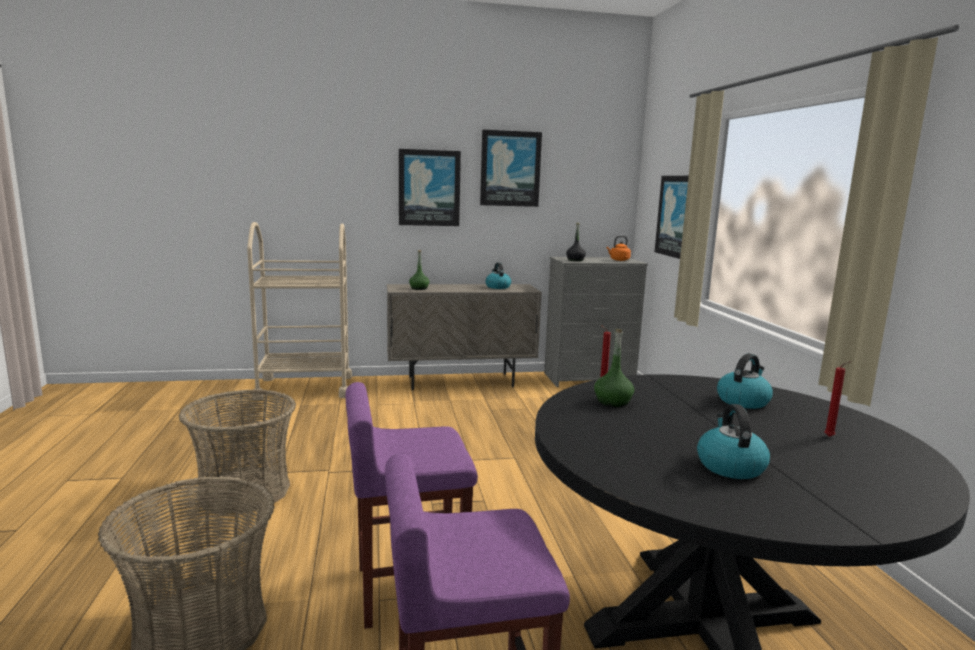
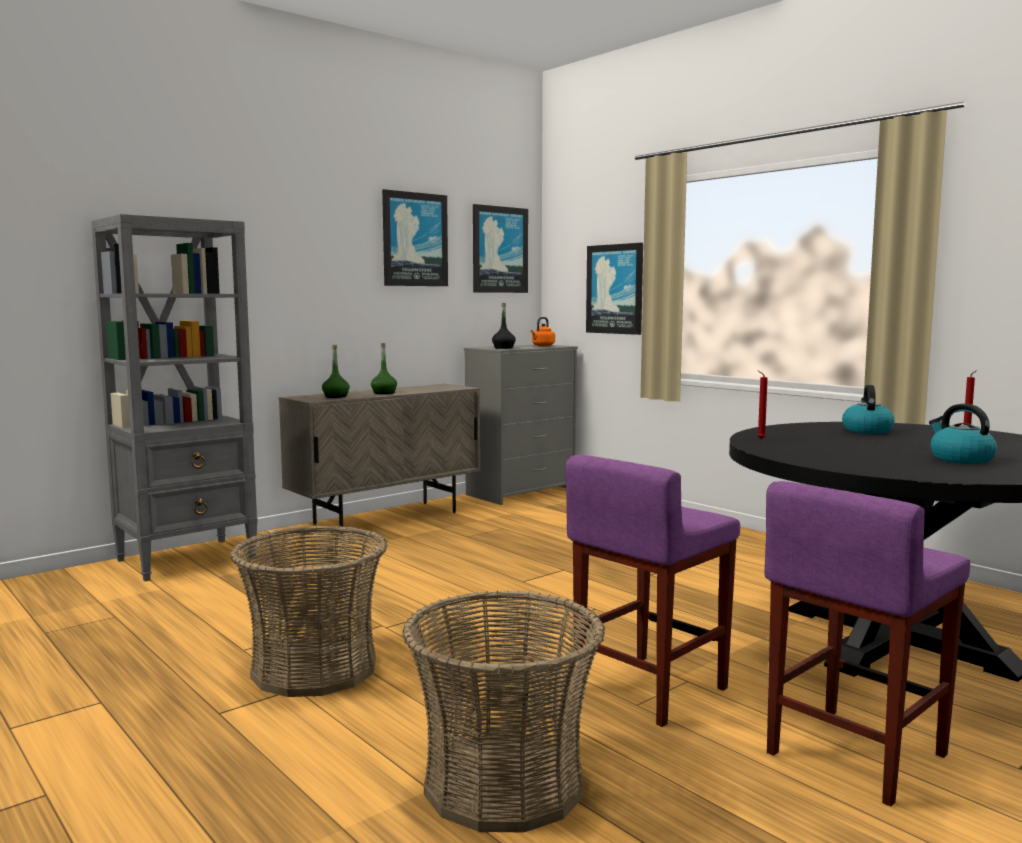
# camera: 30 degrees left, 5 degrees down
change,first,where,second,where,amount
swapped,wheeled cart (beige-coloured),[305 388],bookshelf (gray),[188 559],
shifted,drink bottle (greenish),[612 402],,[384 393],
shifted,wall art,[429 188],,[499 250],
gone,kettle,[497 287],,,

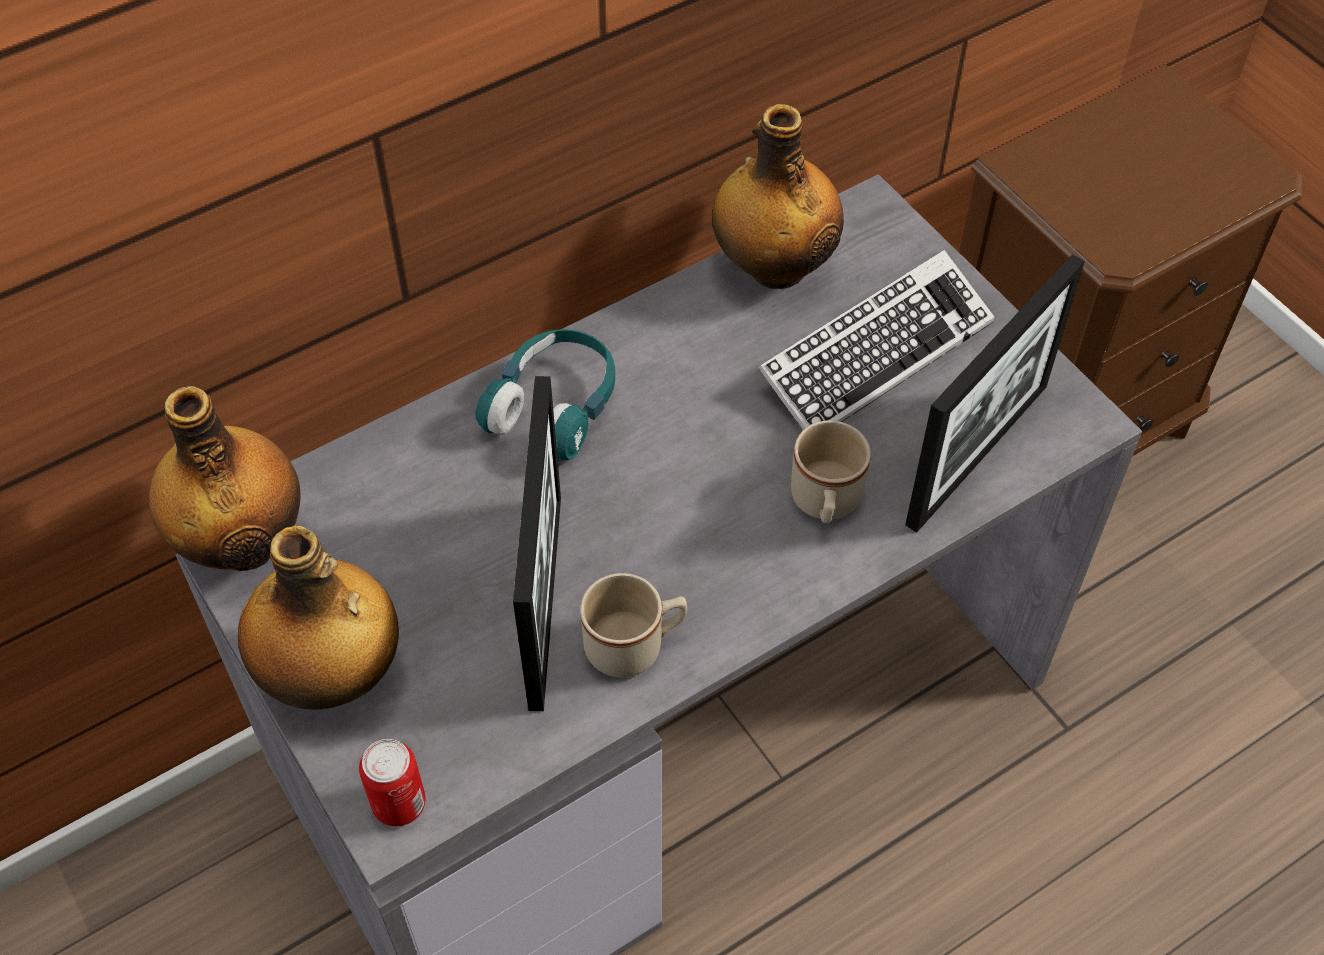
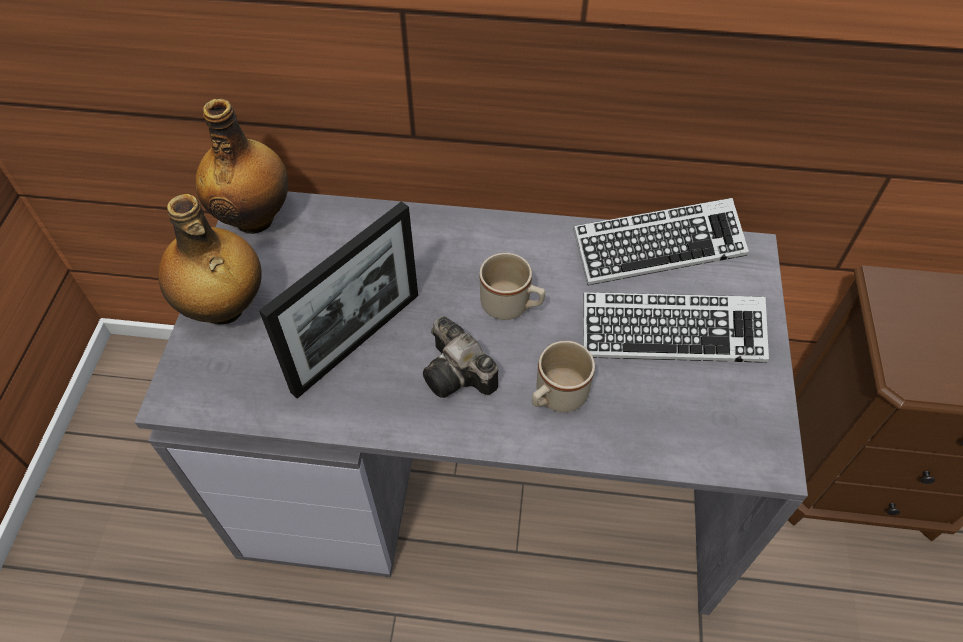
# camera: 40 degrees right, 0 degrees up
change,first,where,second,where,amount
new,,,photo camera,[459 375],
shifted,mug (beige-coloured),[635 645],,[511 306],
swapped,drink bottle,[773 267],PC keyboard,[658 248],
gone,metal can,[399 804],,,
gone,pair of headphones (blue-green),[554 407],,,
gone,picture frame,[977 454],,,

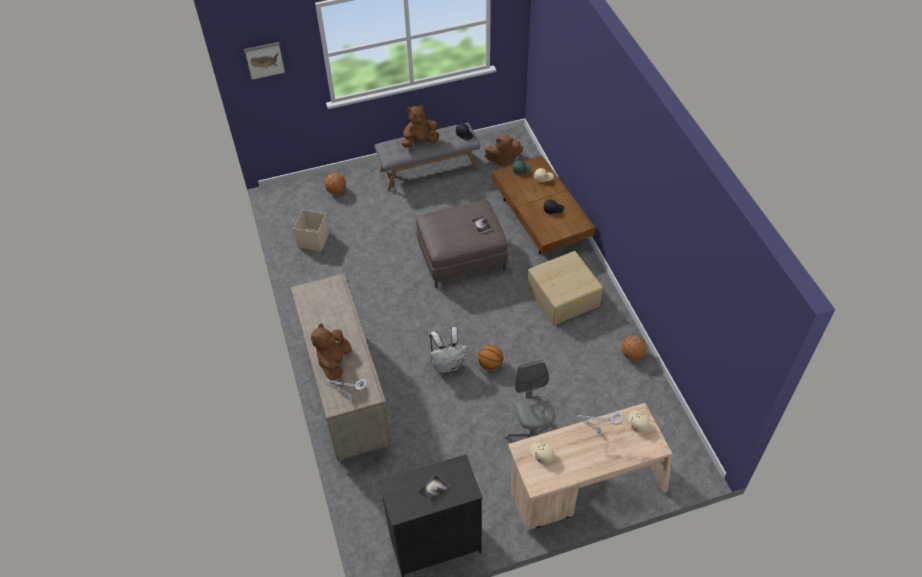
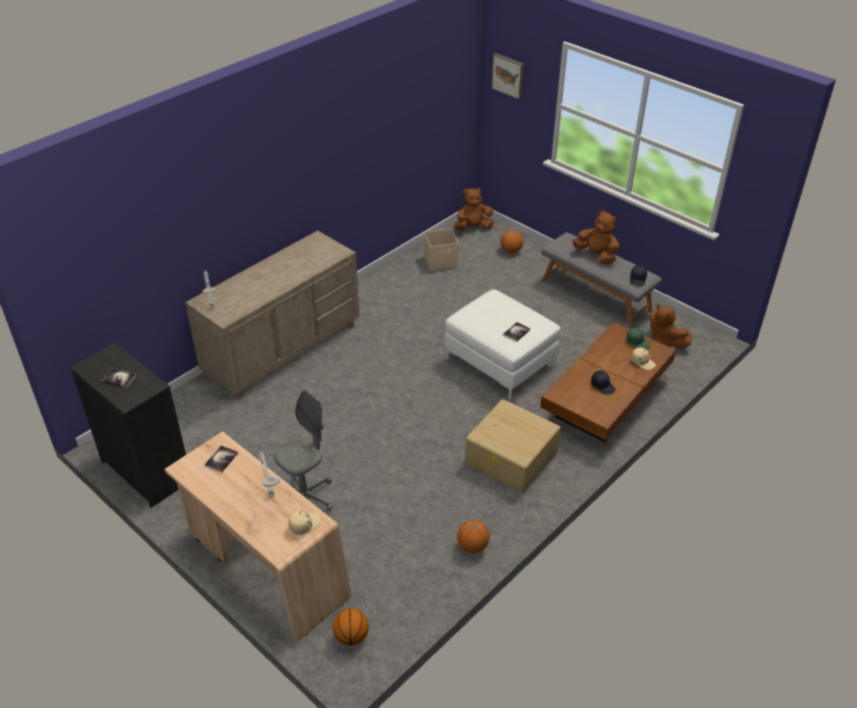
# camera: 60 degrees right, 10 degrees down
change,first,where,second,where,amount
swapped,peaked cap (beige-coloured),[541 454],book,[221 459],
shifted,ball for basketball,[490 364],,[351 637],
repainted,pouffe (brown),[461 257],pouffe (white-coloured),[500 361],
shifted,cuddly toy (brown),[334 362],,[473 227],
gone,knapsack (white-coloured),[447 364],,,

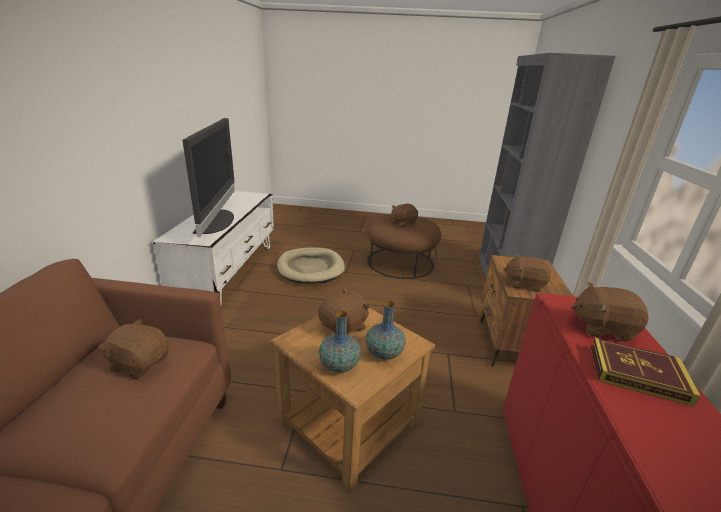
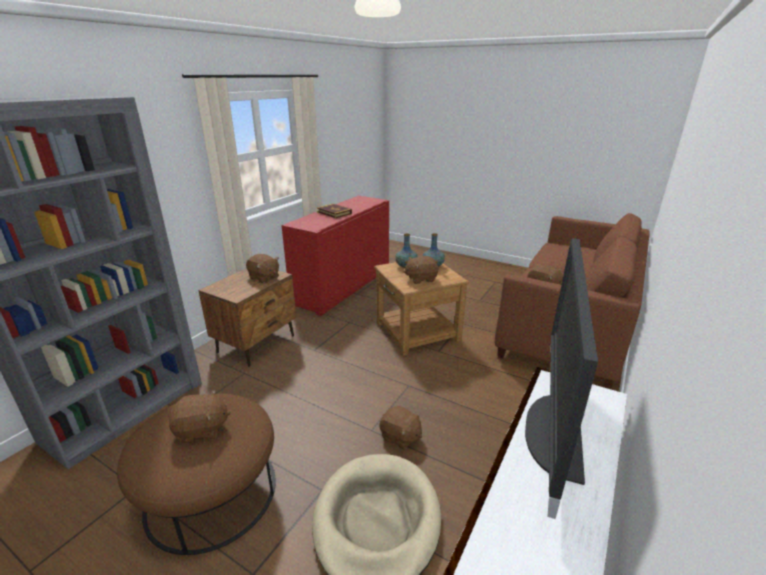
# camera: 155 degrees left, 0 degrees up
change,first,where,second,where,amount
shifted,cuddly toy (brown),[602 328],,[400 437],

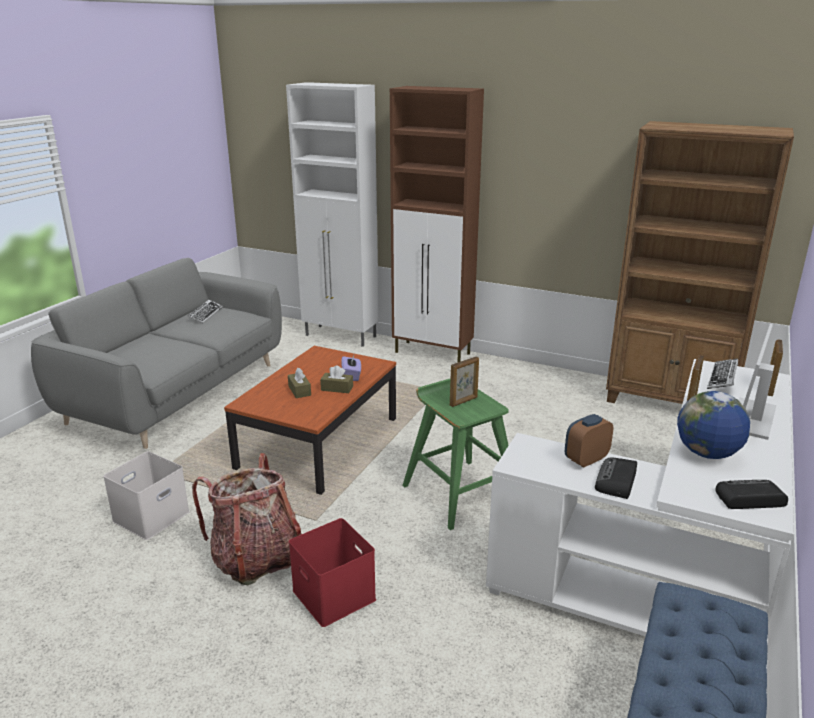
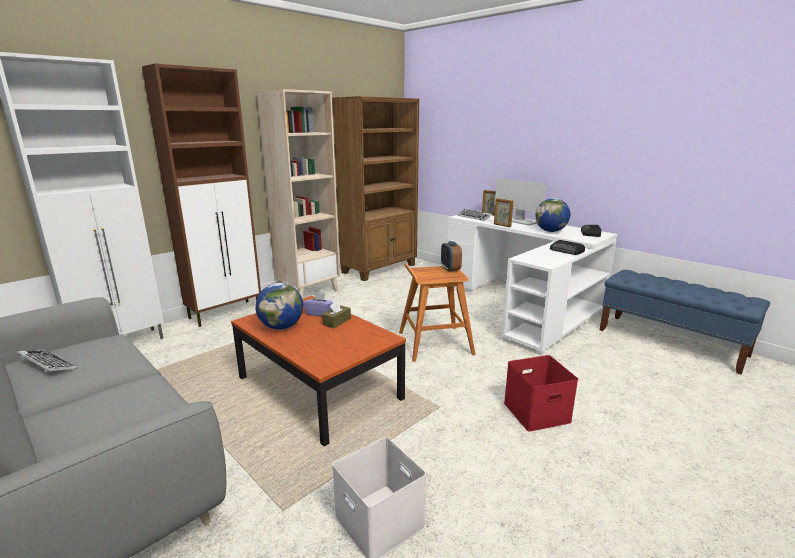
# camera: 70 degrees left, 5 degrees down
change,first,where,second,where,amount
new,,,bookshelf (beige-coloured),[308 291],
new,,,globe,[281 327],
repainted,sitting stool (greenish),[459 492],sitting stool (brown),[434 343],
shifted,bedside clock,[586 459],,[450 269],
gone,knapsack,[256 558],,,
gone,box of tissues (brown),[299 390],,,
gone,picture frame,[464 401],,,

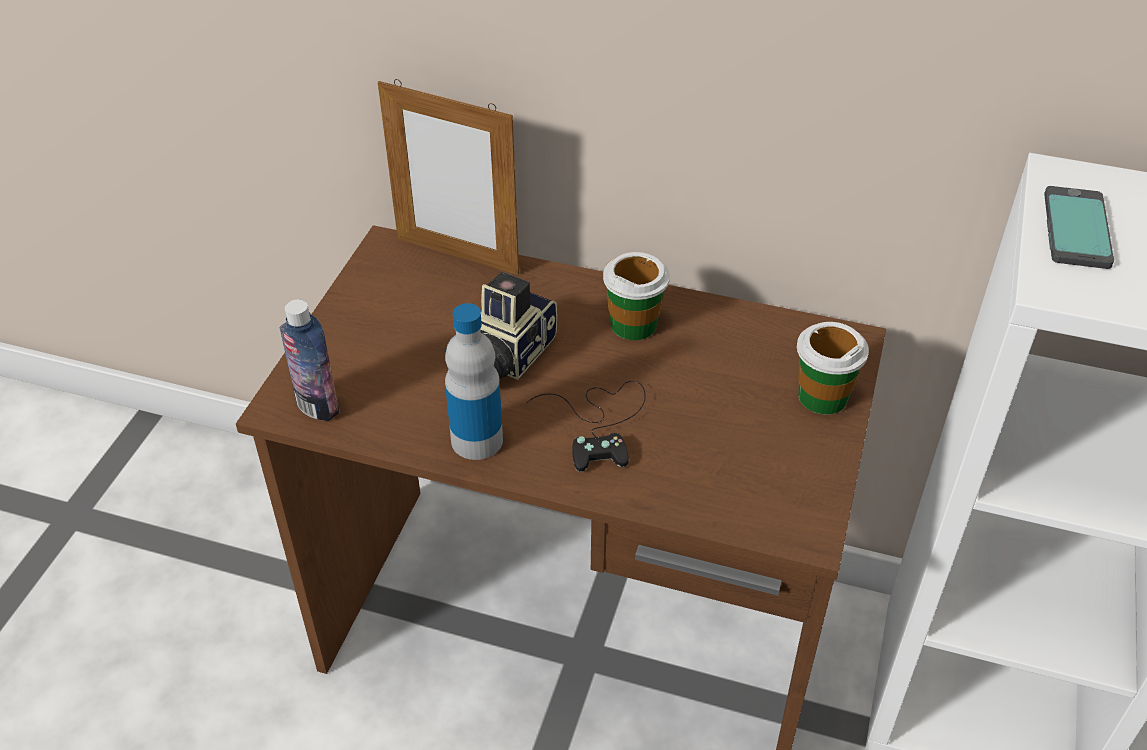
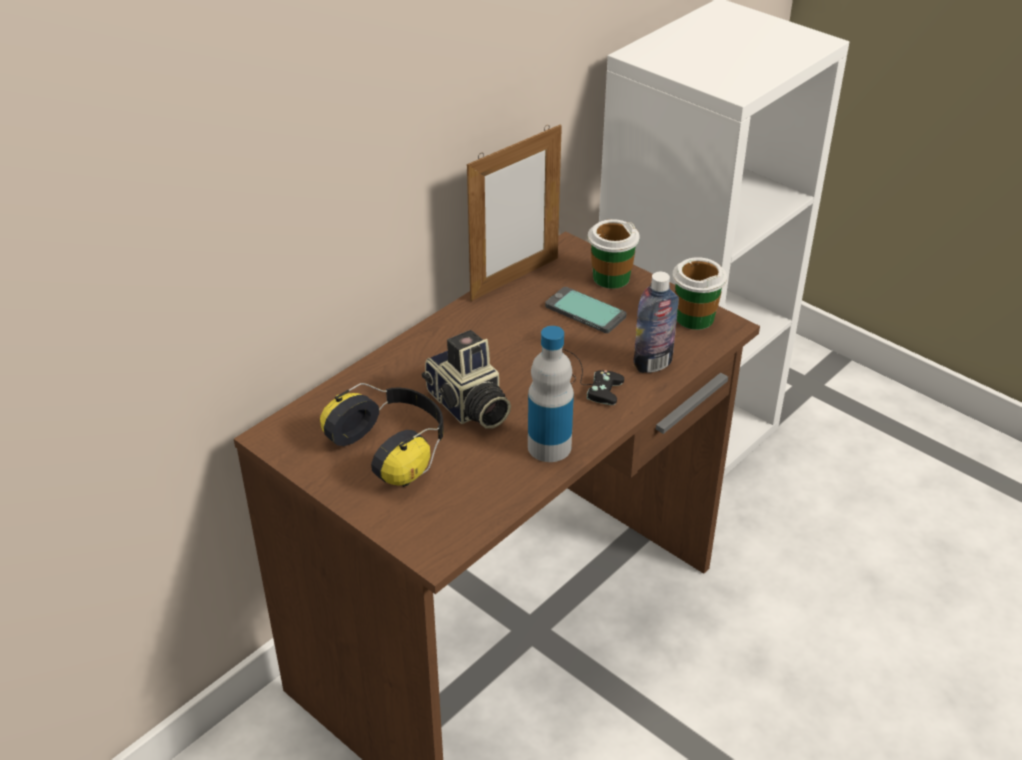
# camera: 65 degrees left, 5 degrees down
change,first,where,second,where,amount
new,,,pair of headphones,[393 448],
shifted,picture frame,[457 255],,[514 278],
shifted,telephone,[1075 229],,[585 312],
shifted,drink bottle,[317 406],,[652 364],
shifted,drinking cup,[634 324],,[694 317],

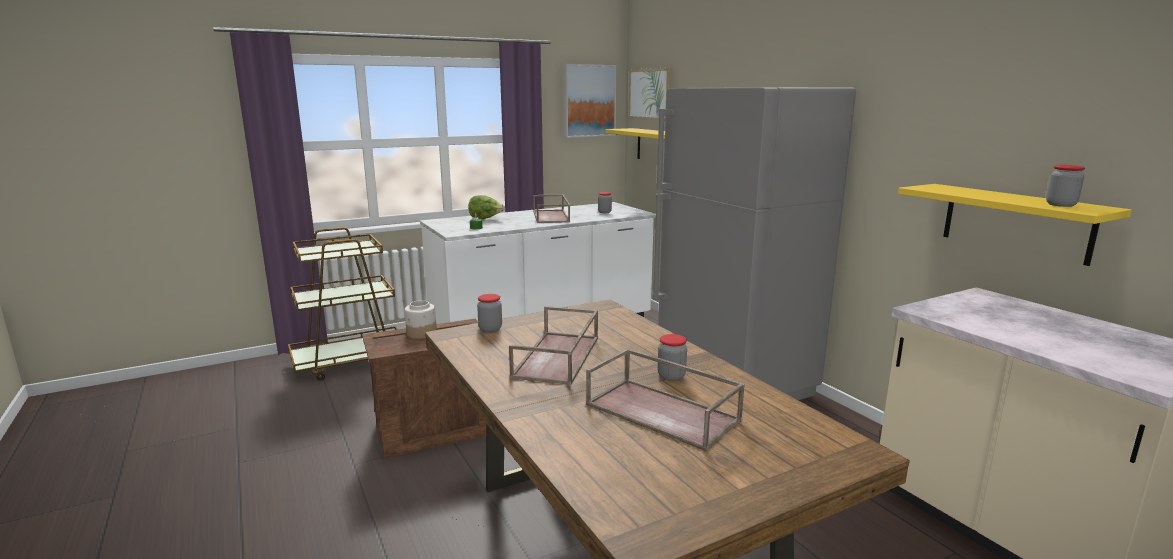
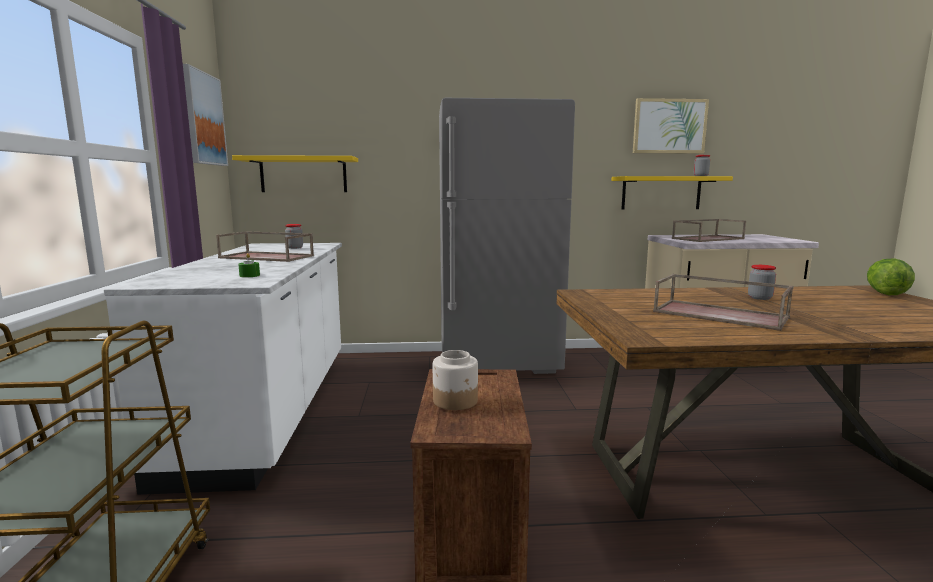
# camera: 65 degrees left, 5 degrees down
change,first,where,second,where,amount
shifted,wall art,[650 94],,[669 126],
shifted,tray (brown),[664 412],,[707 238],
shifted,head of lettuce,[485 219],,[885 293],
gone,storage jar,[490 329],,,

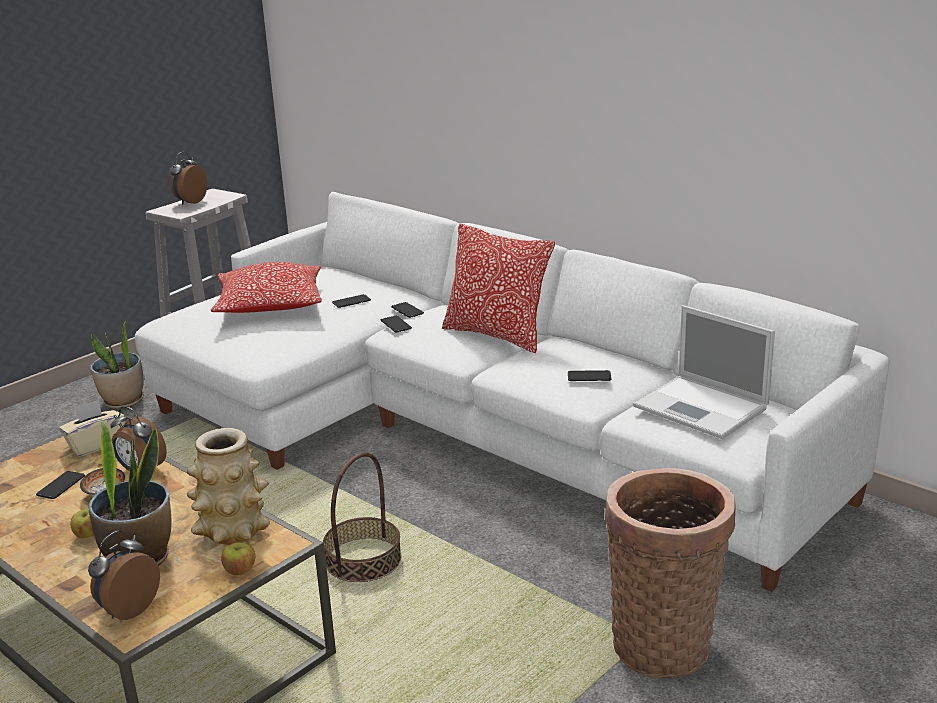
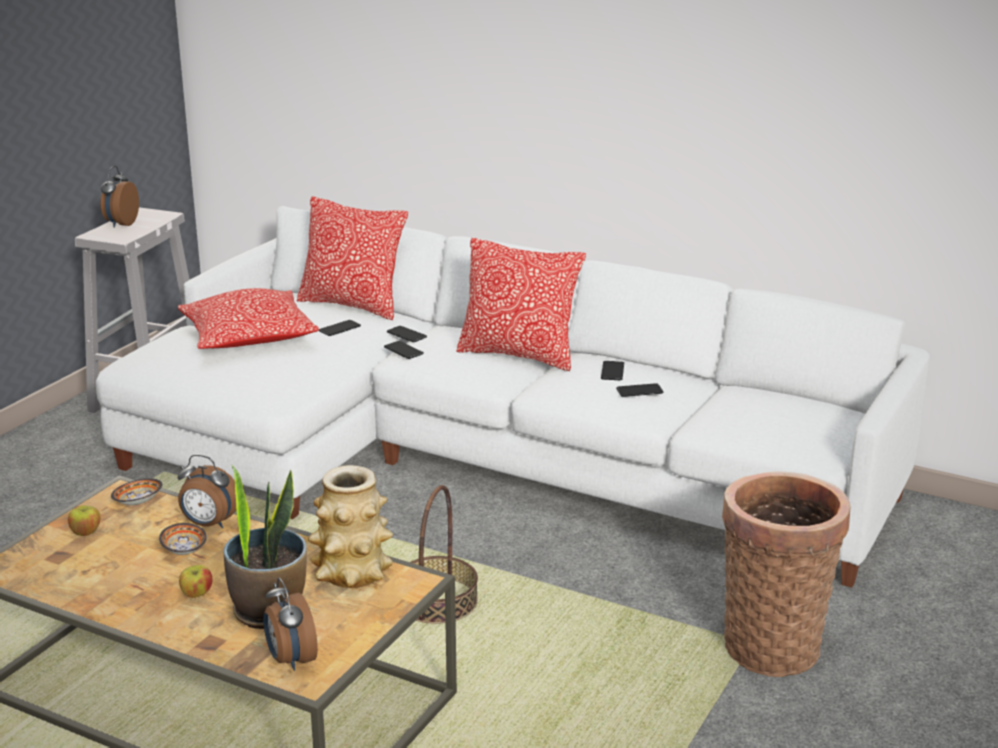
# camera: 15 degrees left, 0 degrees up
change,first,where,second,where,amount
shifted,apple,[240 571],,[85 532],
swapped,box of tissues (beige-coloured),[96 445],serving bowl,[138 502],
rotated,bedside clock,[128 609],,[290 660],45 degrees counterclockwise
new,,,cushion,[352 305],
shifted,telephone,[61 486],,[612 371],
gone,potted plant,[123 402],,,
gone,notebook computer,[703 408],,,

